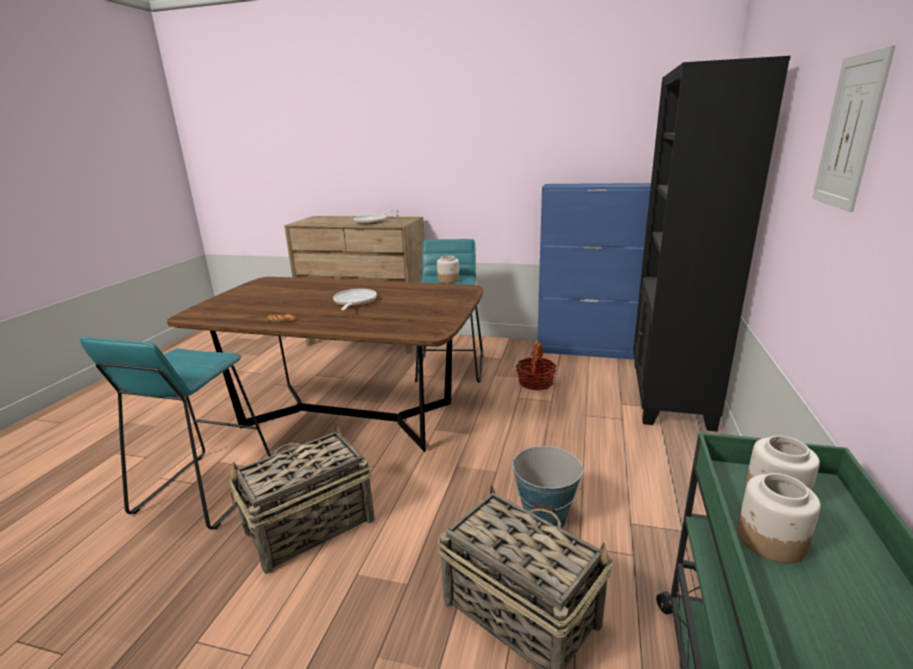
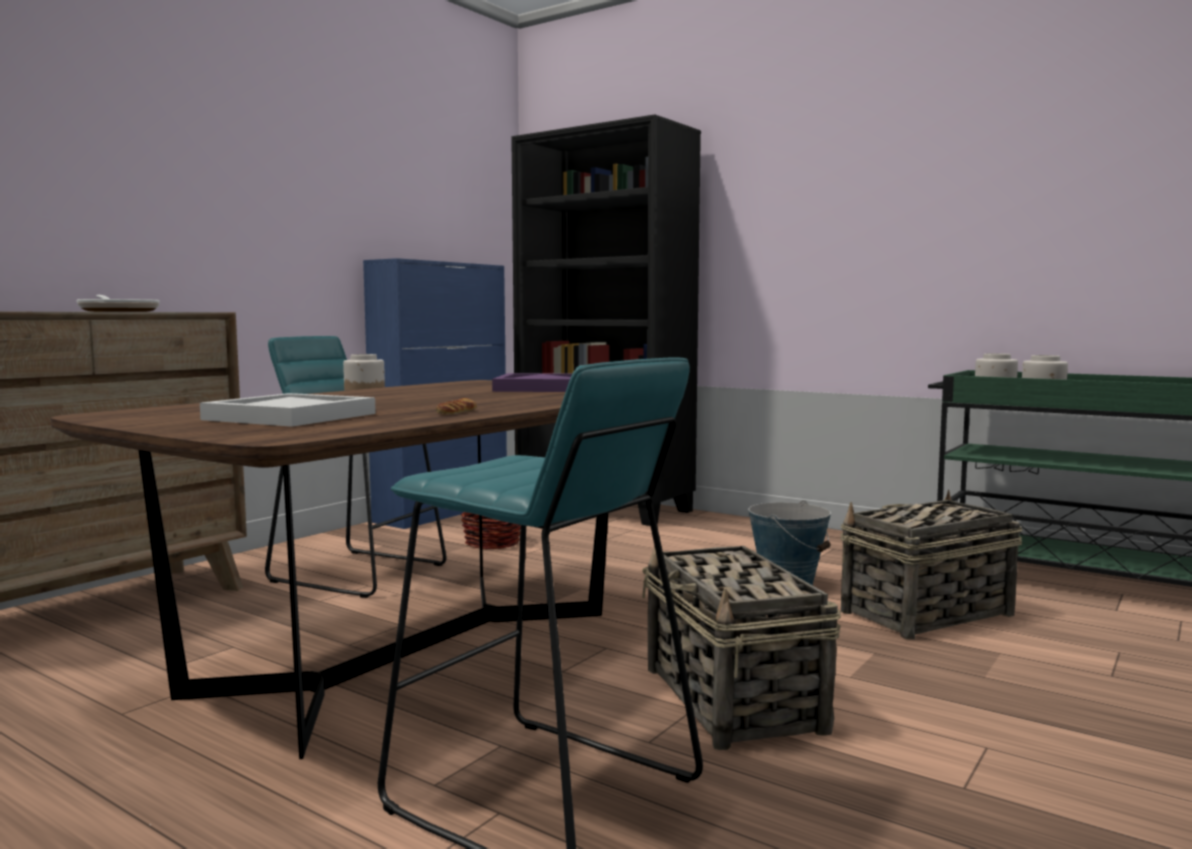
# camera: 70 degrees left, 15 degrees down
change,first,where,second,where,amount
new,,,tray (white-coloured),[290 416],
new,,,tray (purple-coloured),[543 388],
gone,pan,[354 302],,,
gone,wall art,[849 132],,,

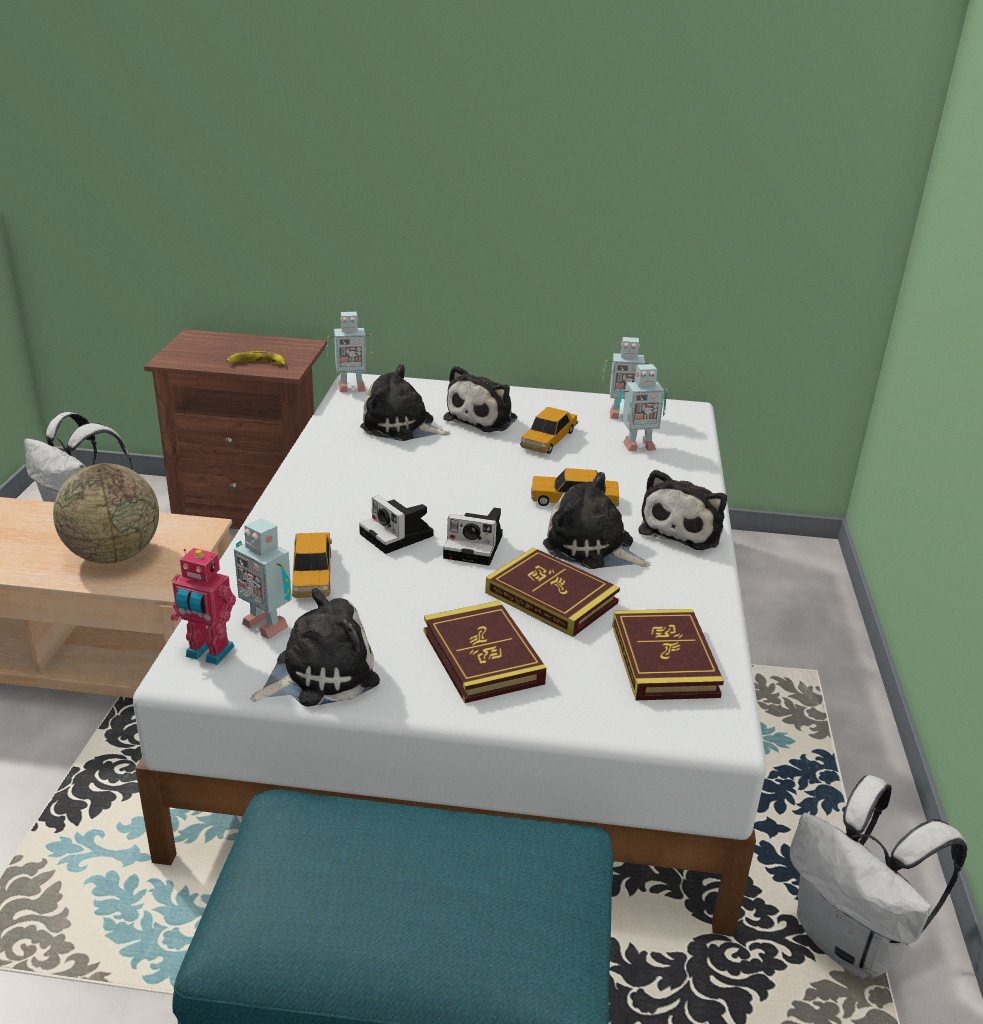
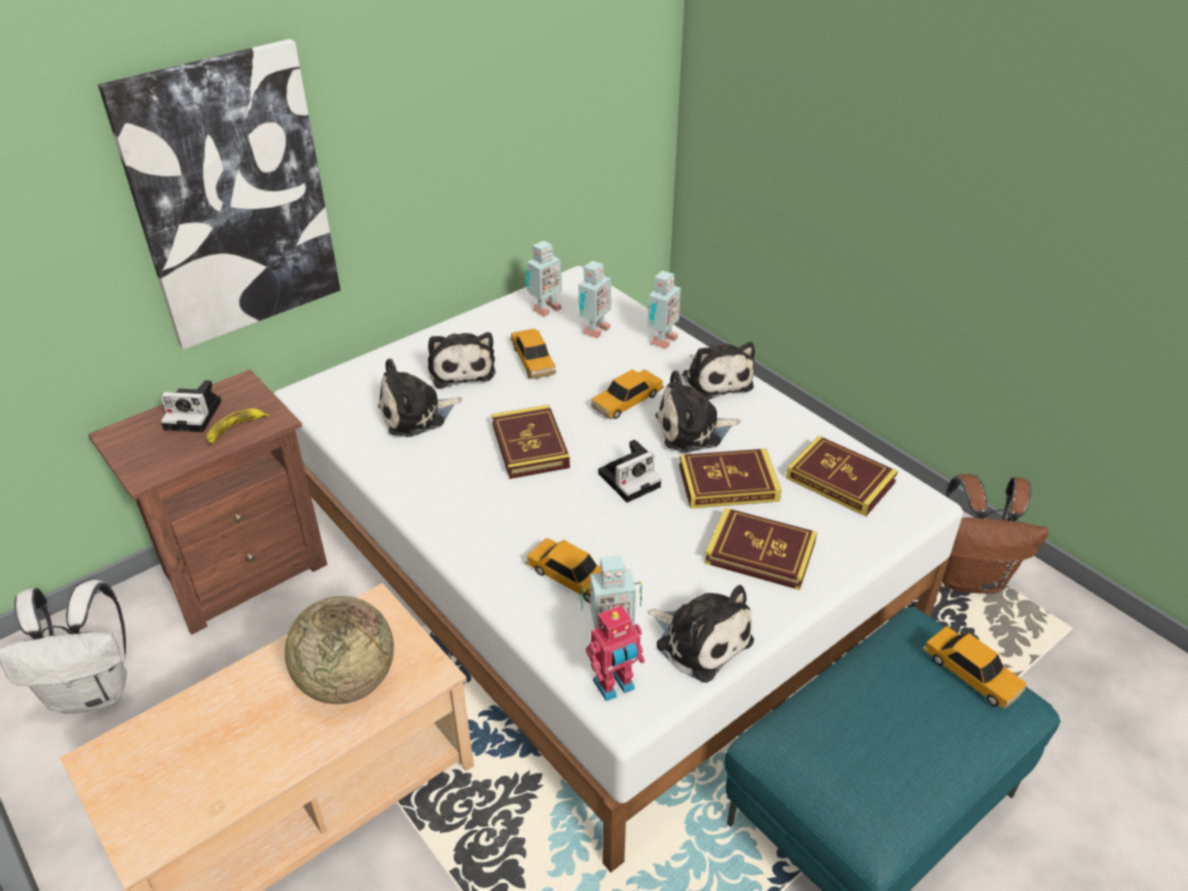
# camera: 45 degrees left, 10 degrees up
change,first,where,second,where,amount
new,,,wall art,[231 197],
shifted,photo camera,[399 535],,[196 415],
new,,,book,[530 446],
shifted,robot figure,[350 387],,[661 341],
rotated,cuddly toy,[320 673],,[700 640],120 degrees clockwise
new,,,model car,[971 674],
repainted,knapsack (white-coloured),[851 942],knapsack (brown),[970 577],

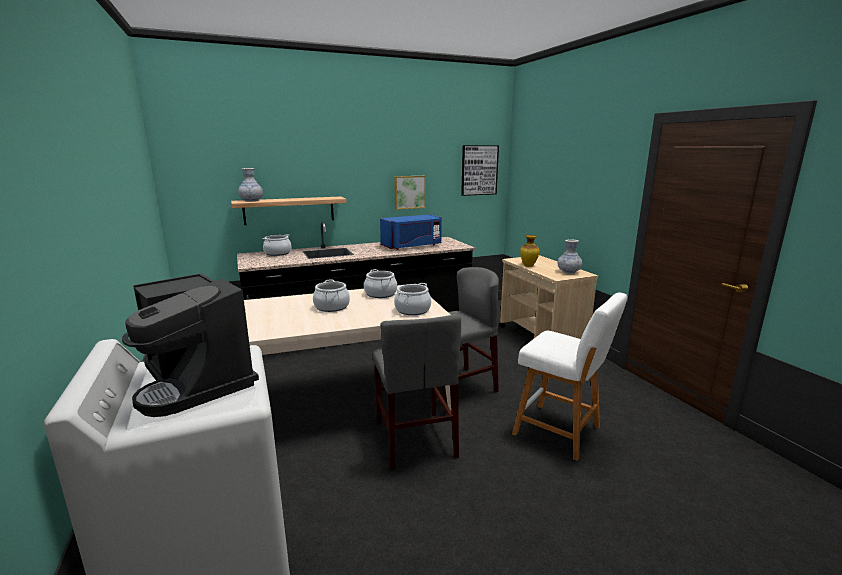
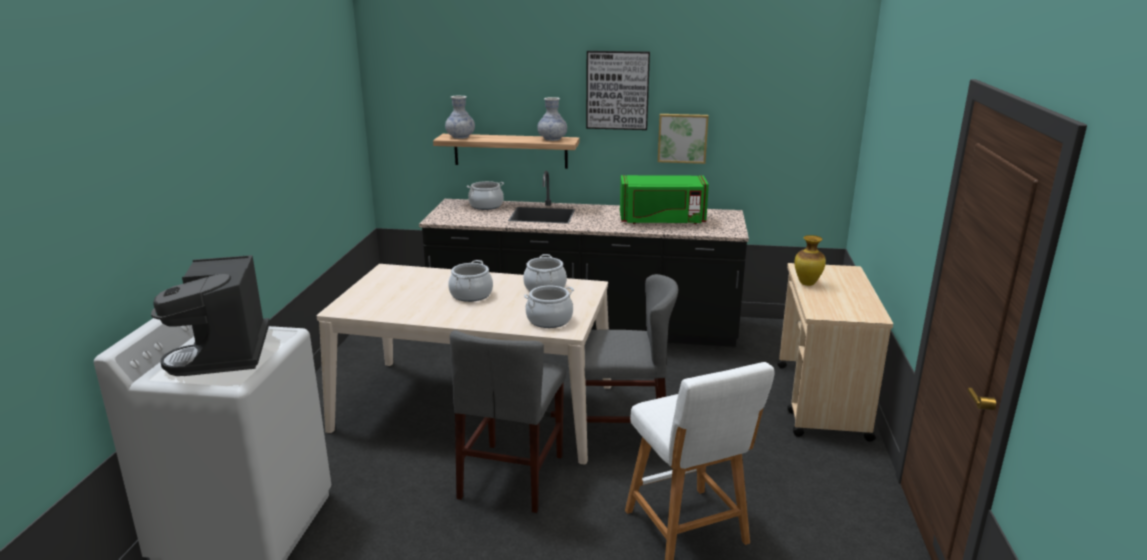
# camera: 30 degrees right, 5 degrees up
change,first,where,second,where,amount
shifted,decorative vase,[568 272],,[552 139],
shifted,wall art,[479 170],,[617 90],
repainted,microwave oven (blue),[412 246],microwave oven (greenish),[662 221],

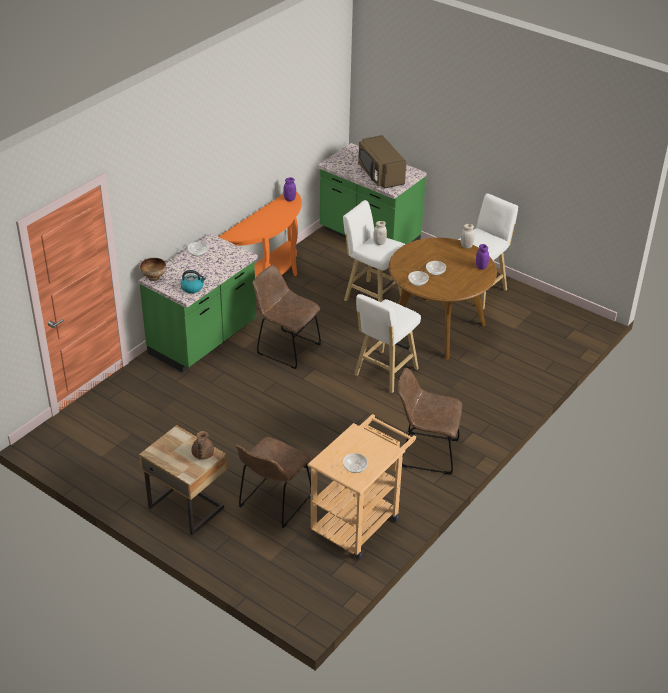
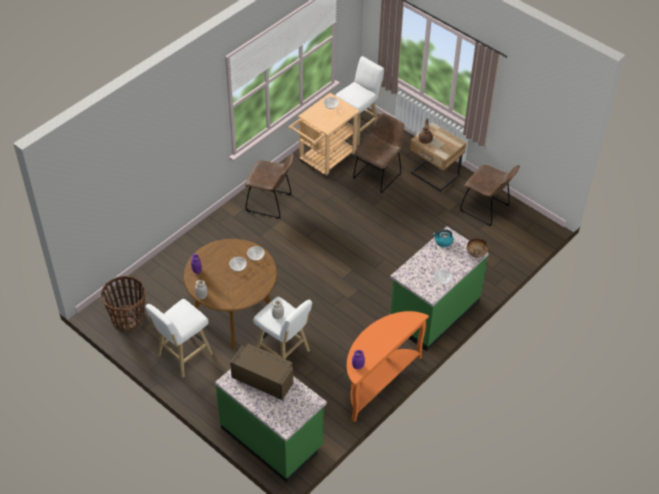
# camera: 175 degrees left, 10 degrees up
change,first,where,second,where,amount
new,,,storage basket,[128 318],
rotated,microwave oven (brown),[380 175],,[263 379],45 degrees counterclockwise
shifted,sitting stool (white-coloured),[384 373],,[358 128],
shifted,chair (brown),[286 348],,[486 209],

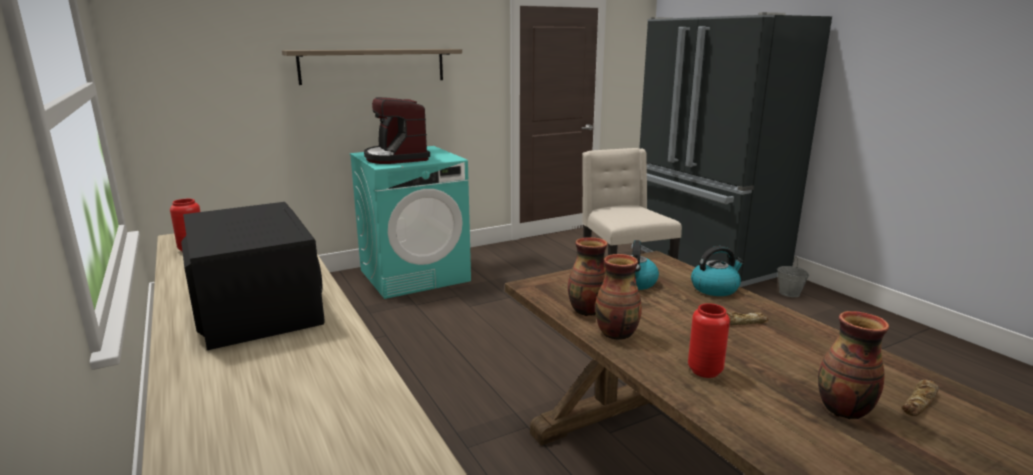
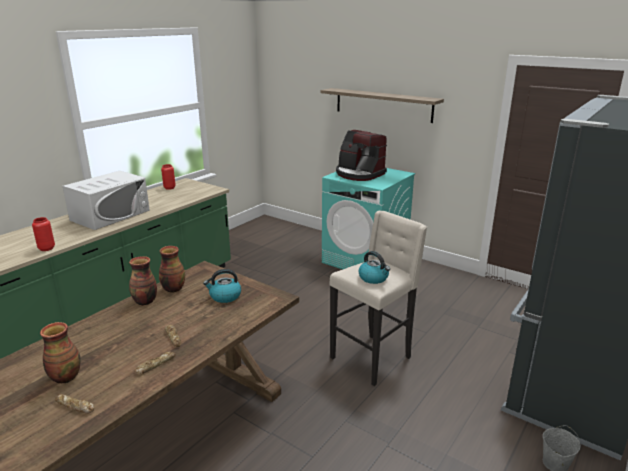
# camera: 65 degrees right, 5 degrees up
change,first,where,second,where,amount
shifted,decorative vase (red),[705 371],,[46 248],
repainted,microwave oven (black),[256 305],microwave oven (white-coloured),[111 215],
new,,,bakery bread,[155 365],
rotated,coffee machine,[396 158],,[359 174],90 degrees counterclockwise
shifted,kettle,[715 288],,[374 278],

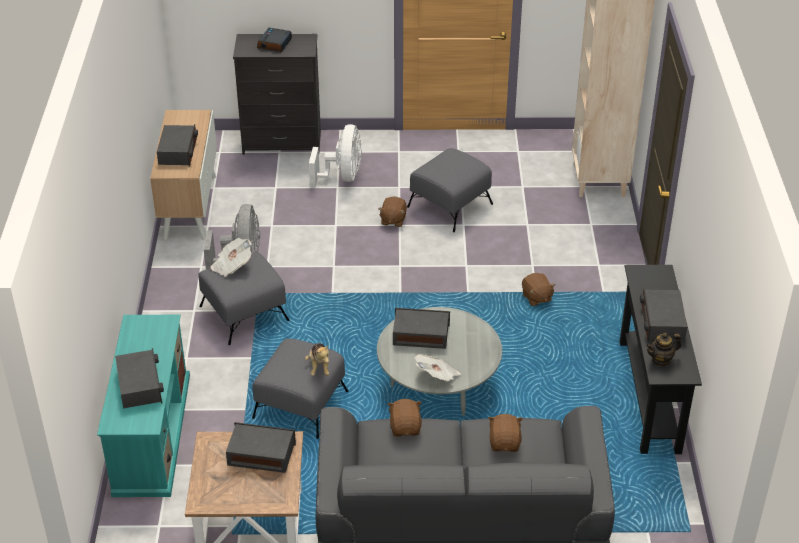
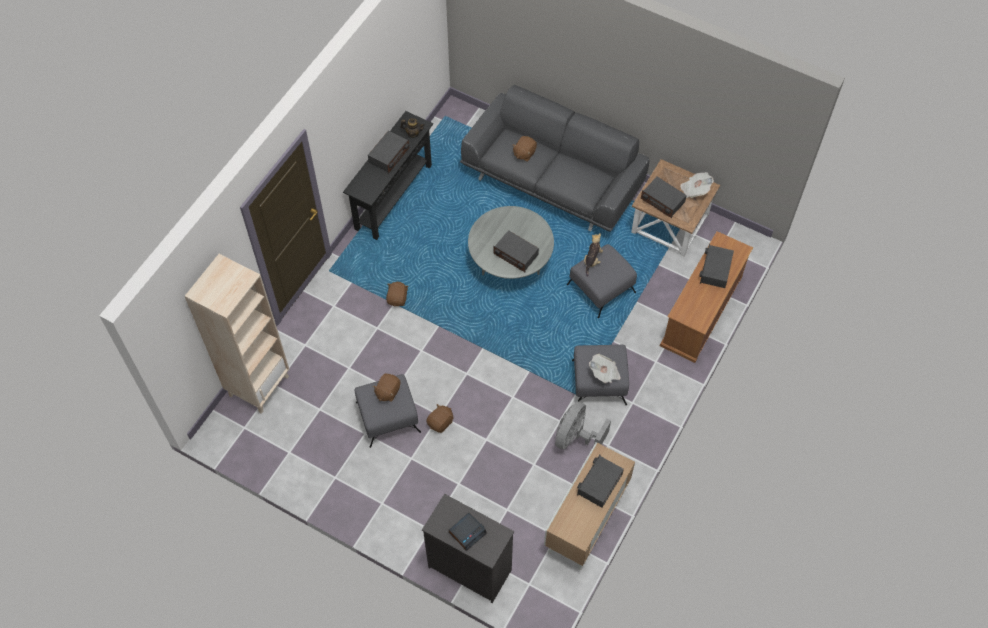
# camera: 150 degrees left, 20 degrees up
change,first,where,second,where,amount
shifted,cuddly toy (brown),[405 427],,[387 391],
repainted,media console (blue-green),[151 432],media console (brown),[701 312],
shifted,daily paper,[437 376],,[695 189],
gone,fan (white-coloured),[342 177],,,

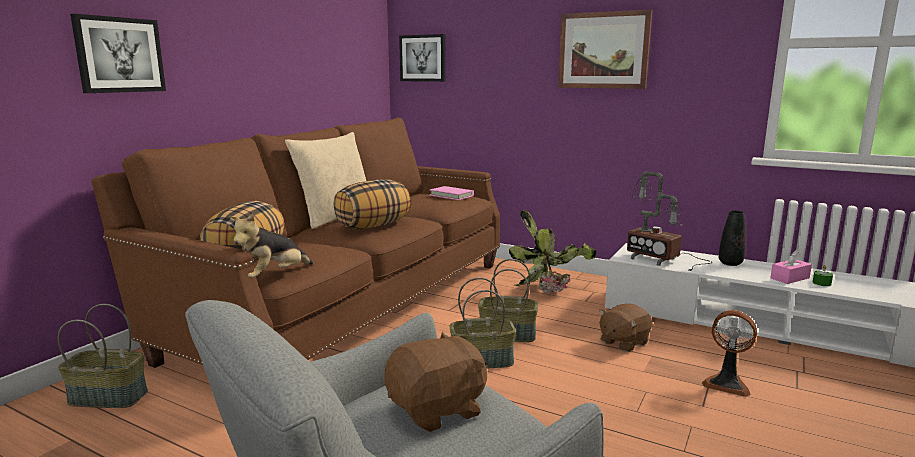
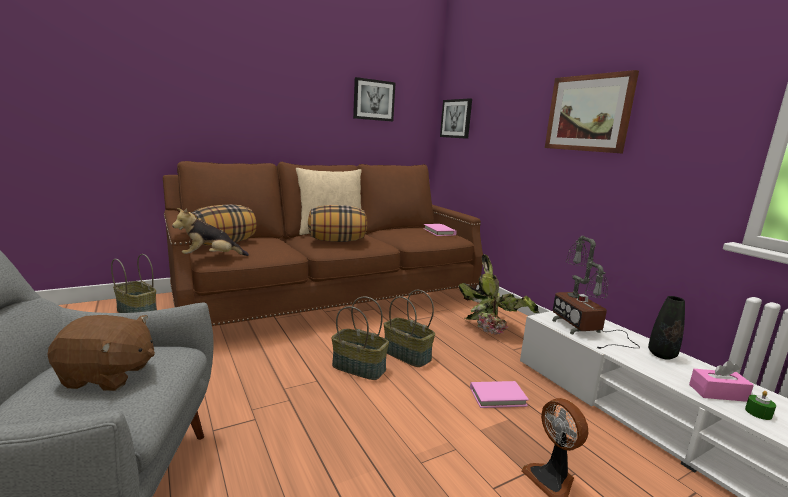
# camera: 30 degrees right, 0 degrees up
change,first,where,second,where,amount
shifted,wall art,[119 55],,[373 100],
swapped,cuddly toy (brown),[623 342],book (pink-coloured),[497 397],

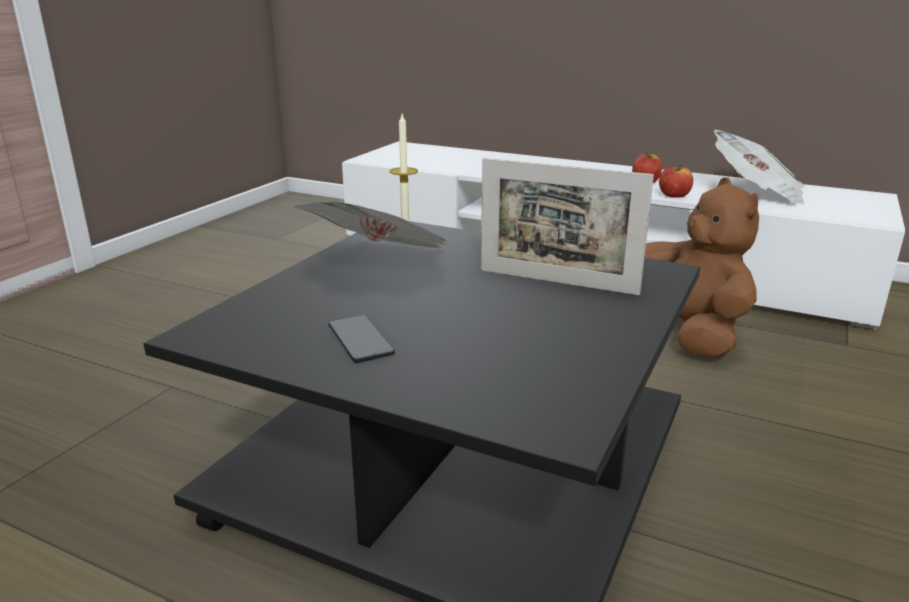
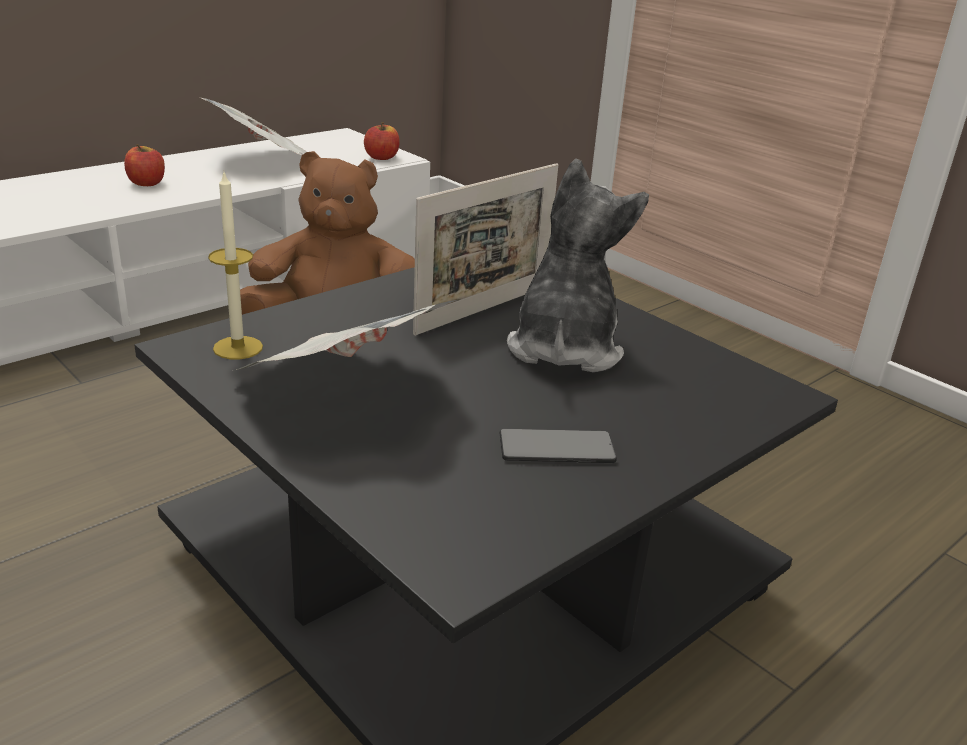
# camera: 70 degrees left, 5 degrees up
change,first,where,second,where,amount
shifted,apple,[674 195],,[381 157],
new,,,cuddly toy,[564 348],

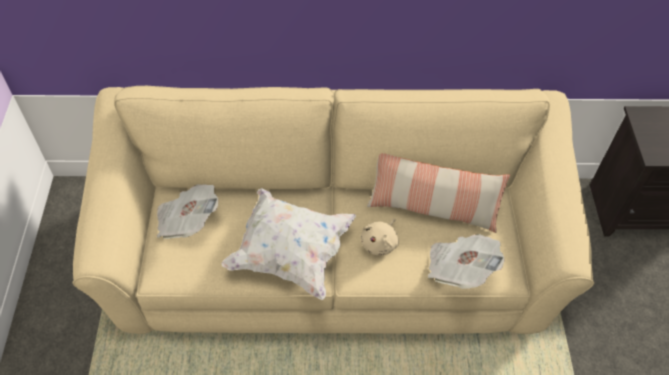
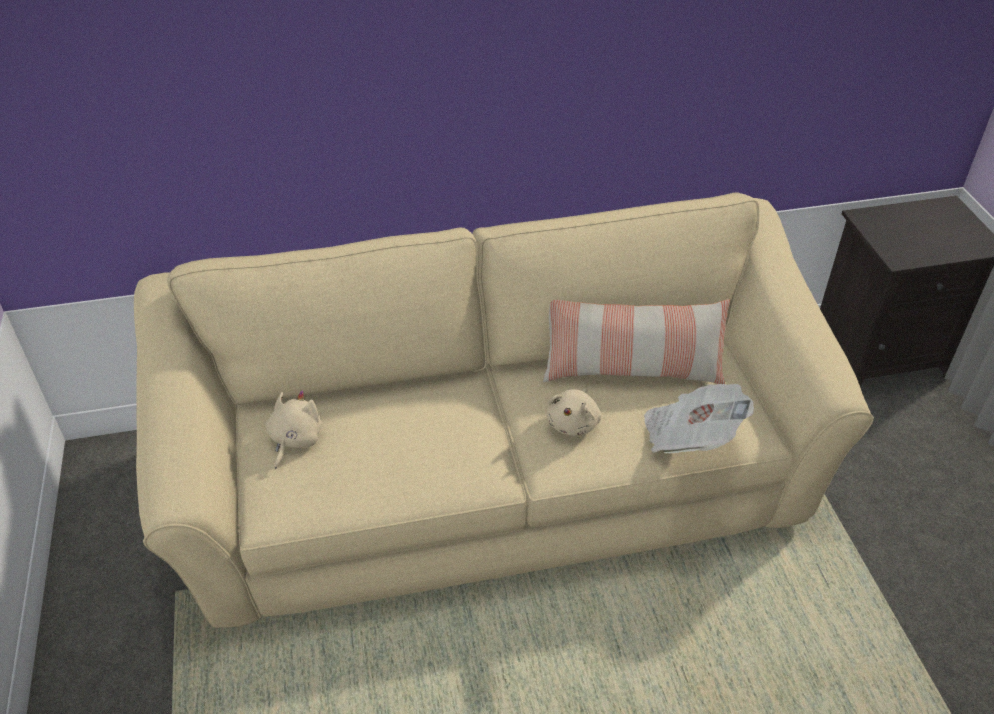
# camera: 10 degrees left, 10 degrees down
change,first,where,second,where,amount
swapped,daily paper,[187 221],cuddly toy (beige-coloured),[294 440],
gone,cushion (white-coloured),[290 253],,,

